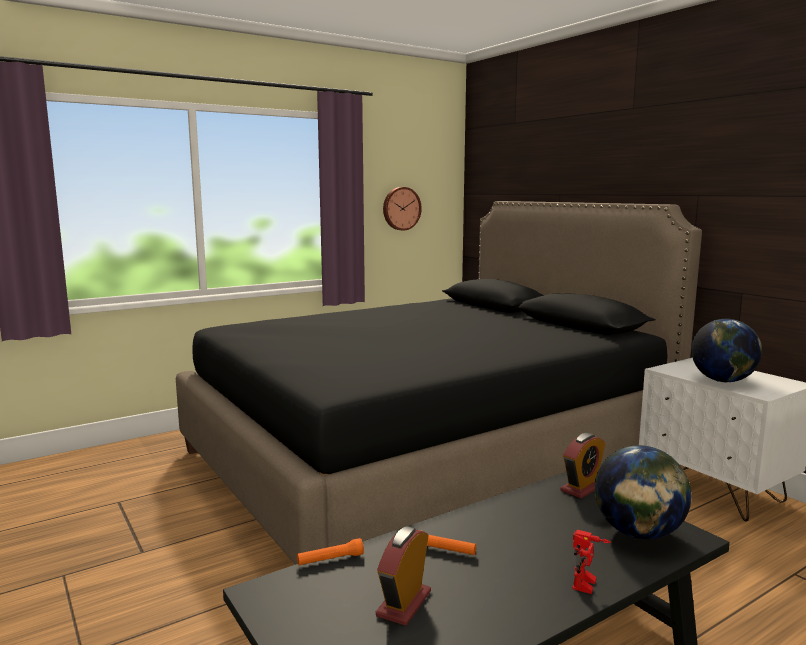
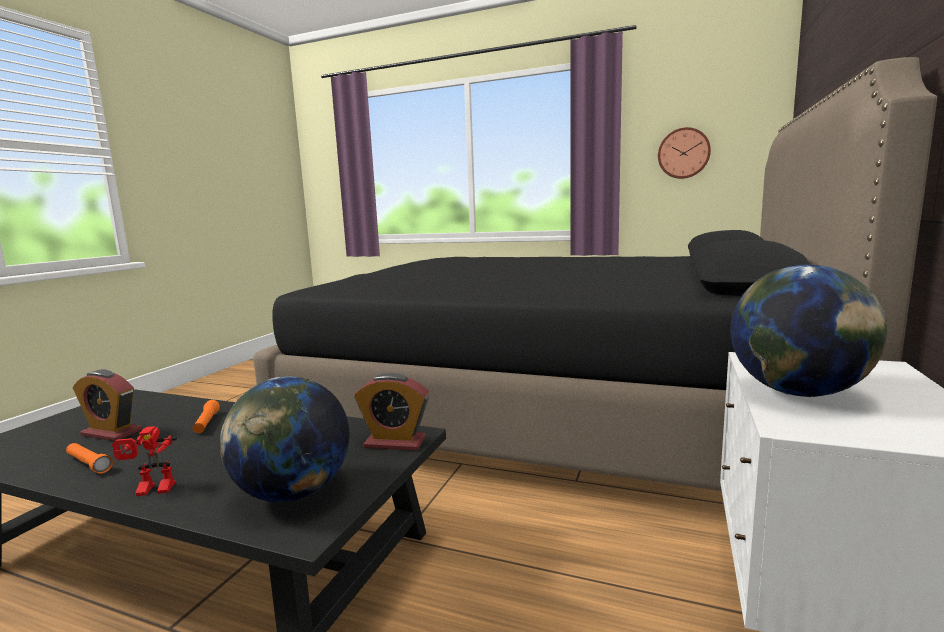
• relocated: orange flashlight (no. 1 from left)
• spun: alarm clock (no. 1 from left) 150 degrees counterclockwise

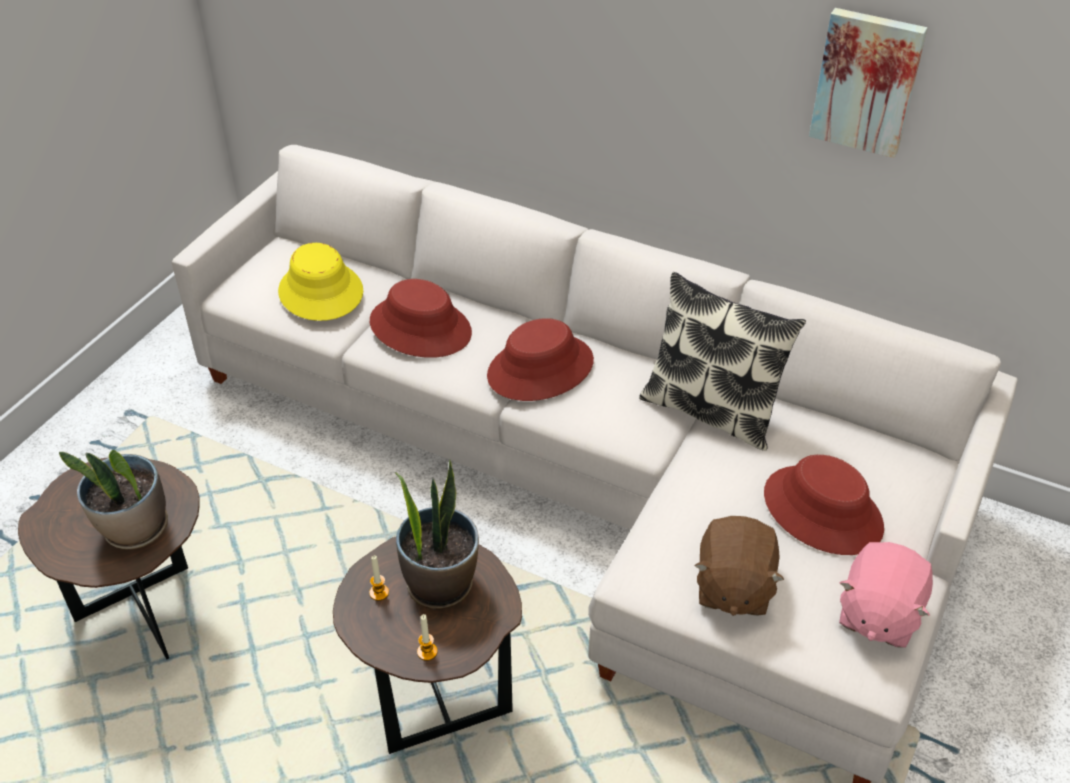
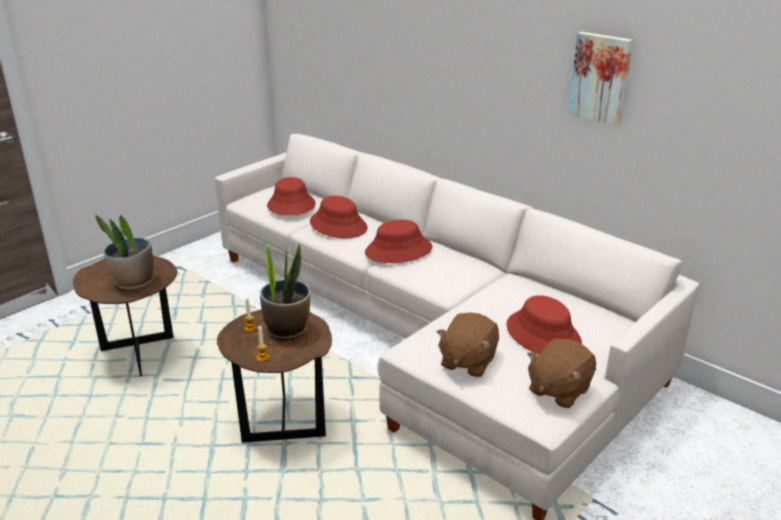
• colour: yellow hat to red hat (no. 1 from left)
• missing: pillow
• colour: pink plush toy to brown plush toy (no. 2 from left)

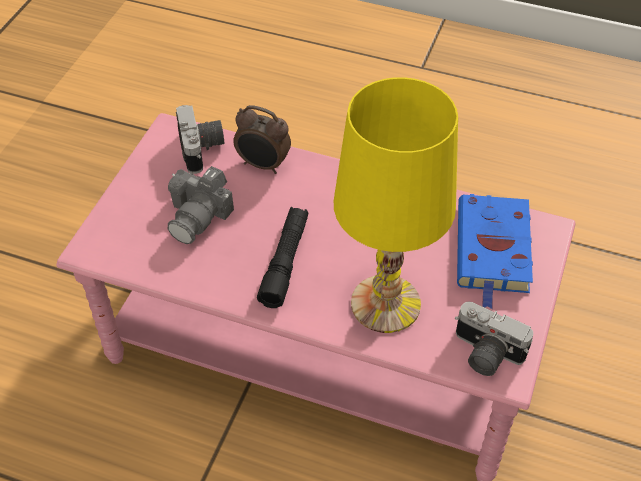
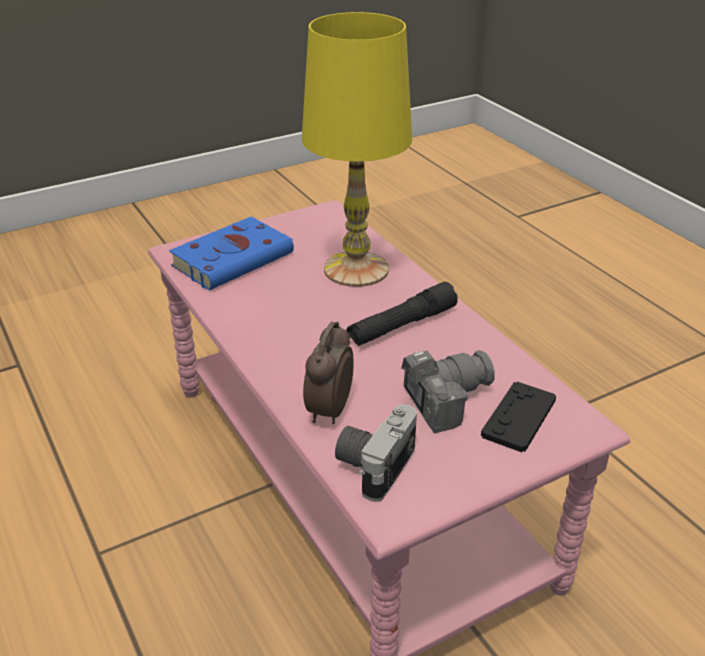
• spun: alarm clock 135 degrees counterclockwise
• missing: photo camera (no. 3 from left)
• appeared: black game controller

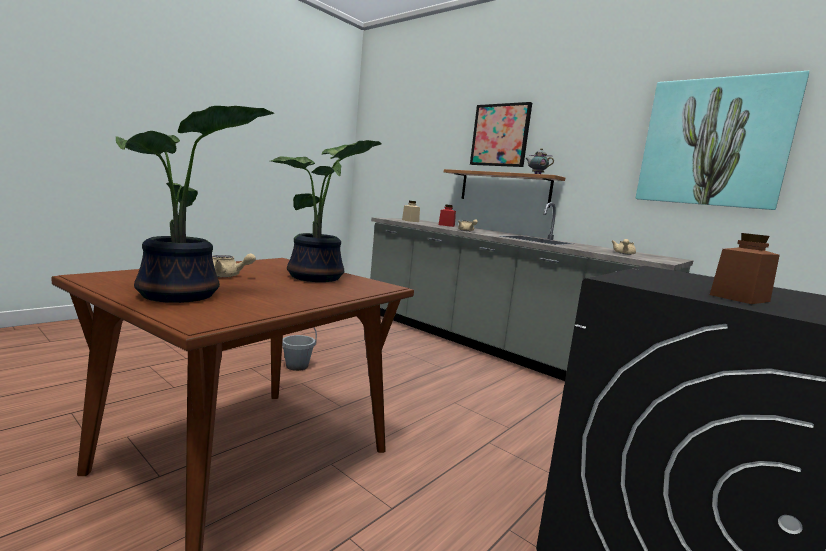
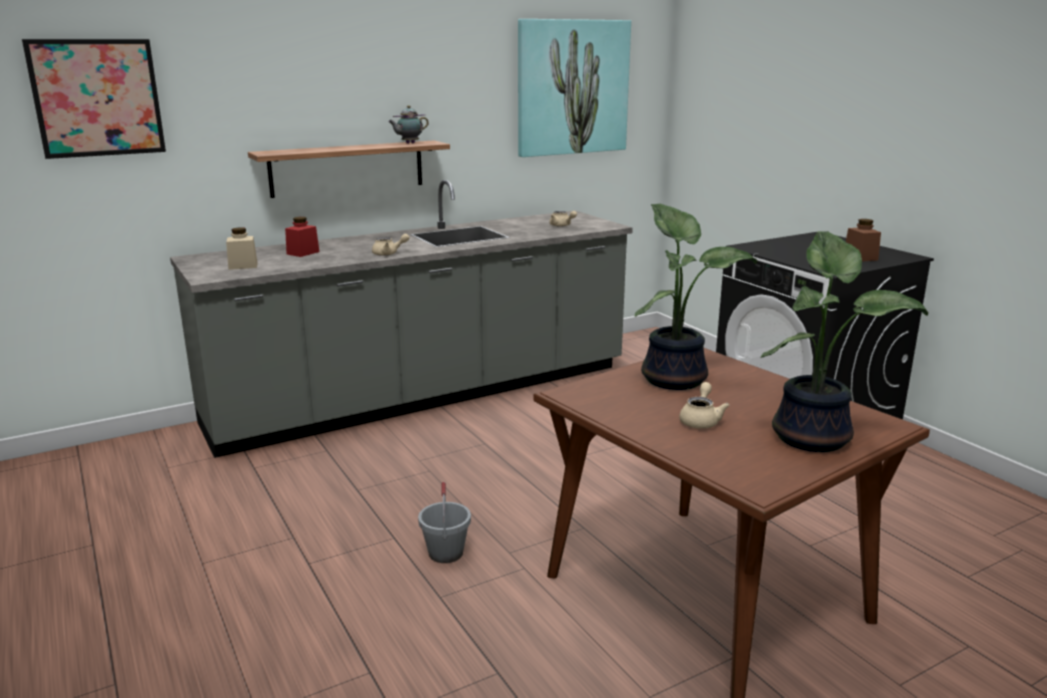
• relocated: picture (no. 1 from left)

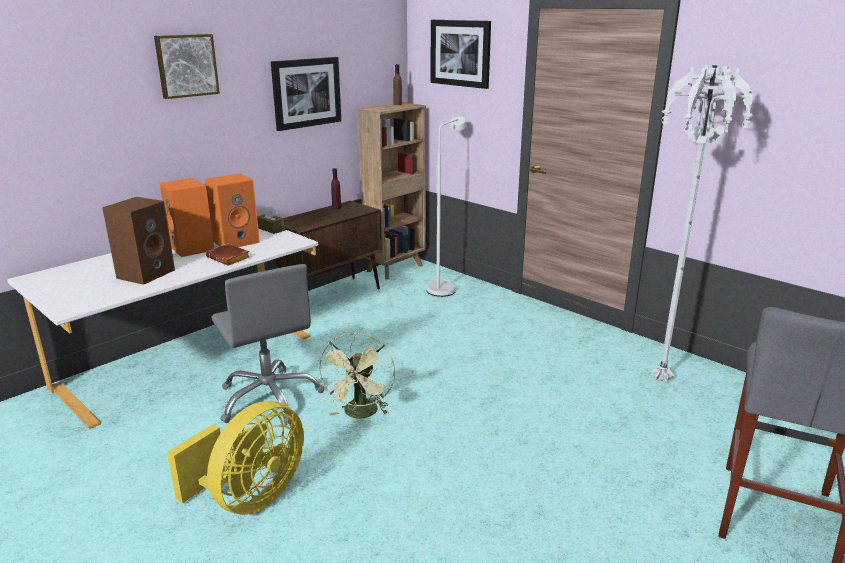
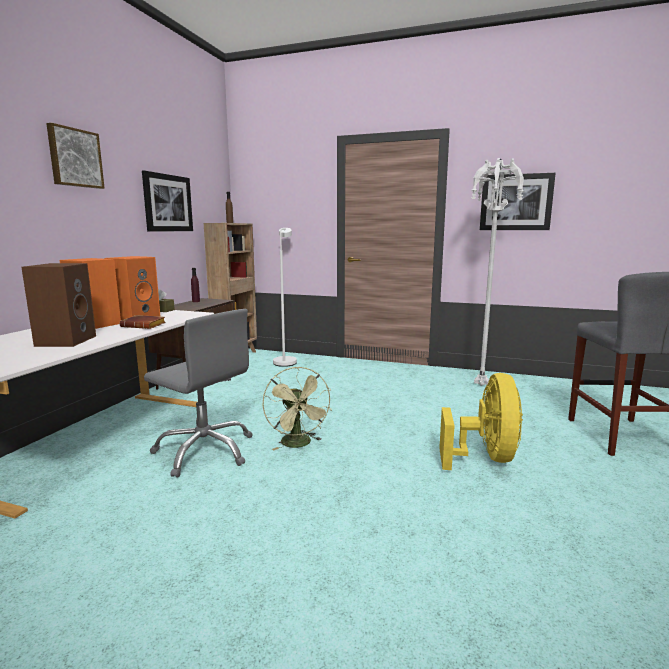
• relocated: yellow fan
• relocated: picture (no. 3 from left)

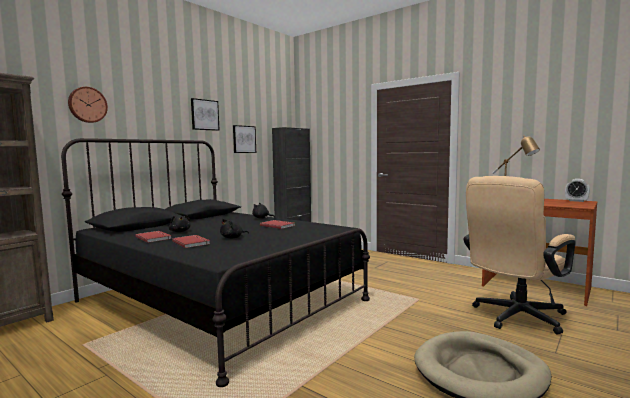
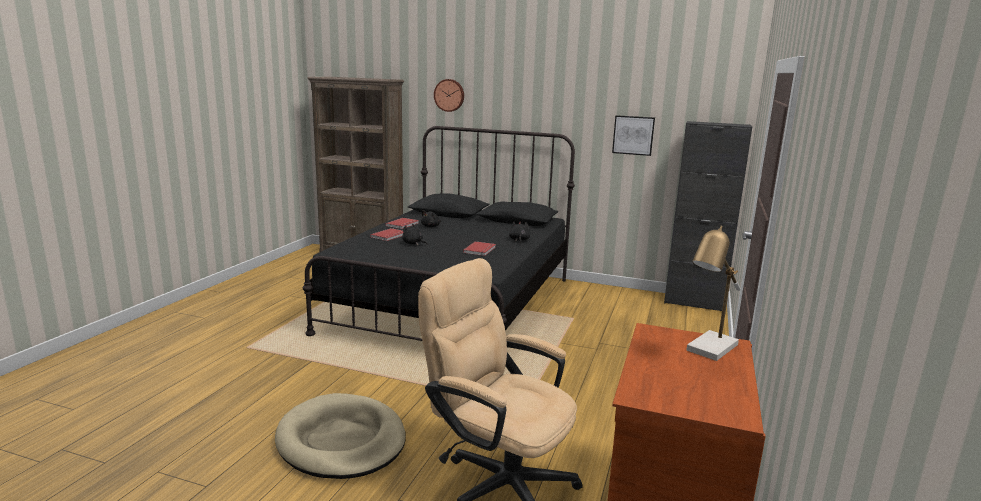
• missing: picture (no. 1 from left)
• missing: alarm clock

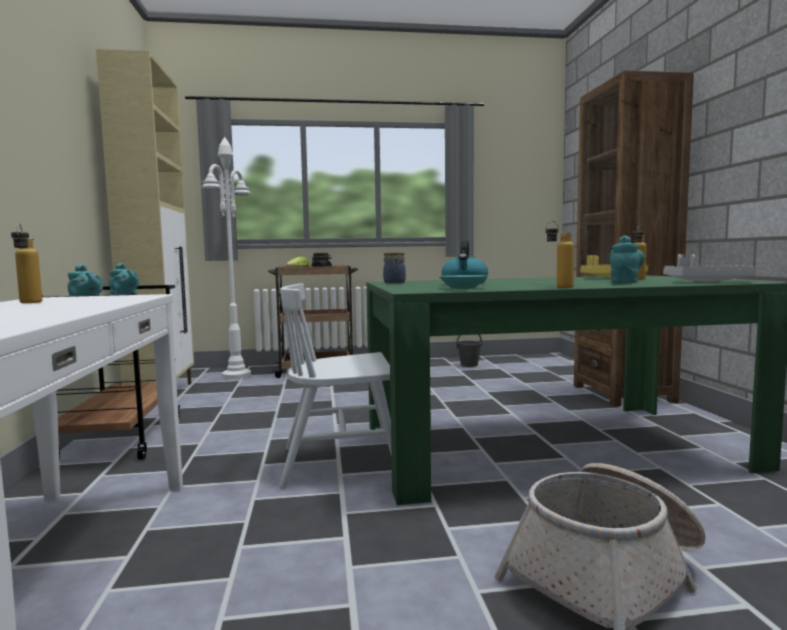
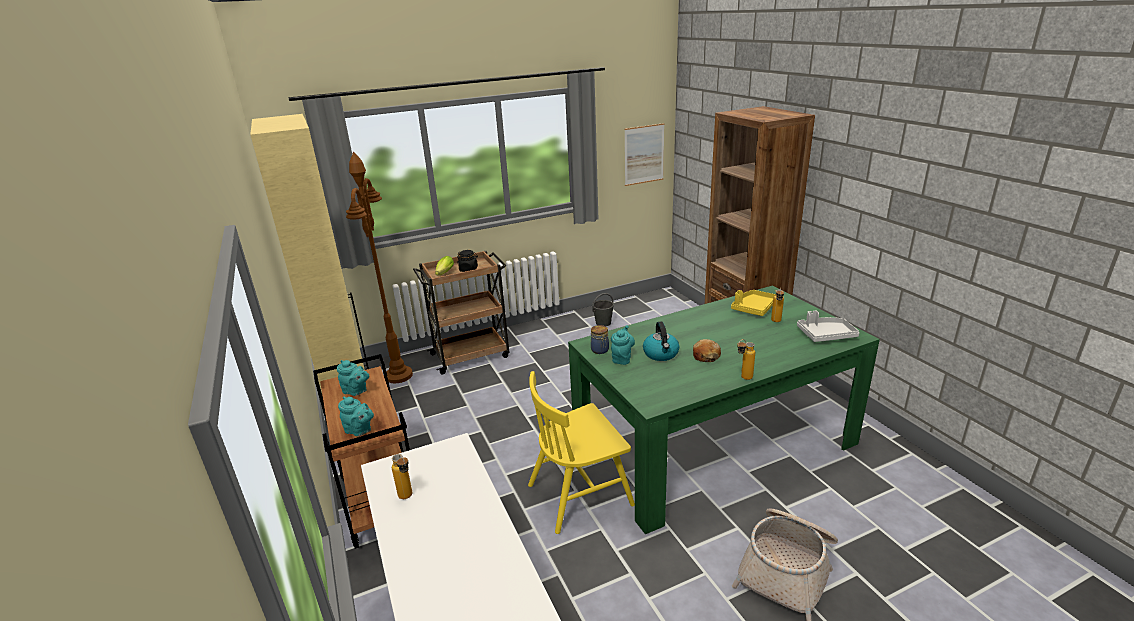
• colour: white floor lamp to brown floor lamp
• colour: white chair to yellow chair
• missing: turquoise bowl
• relocated: turquoise teapot (no. 3 from left)
• appeared: picture
• appeared: bread

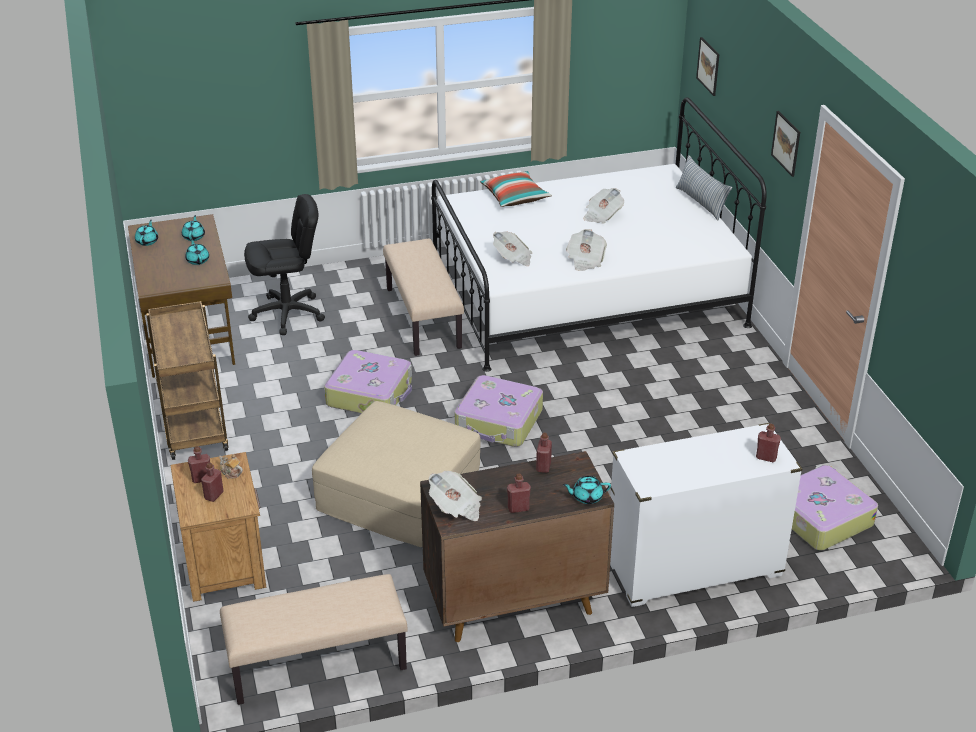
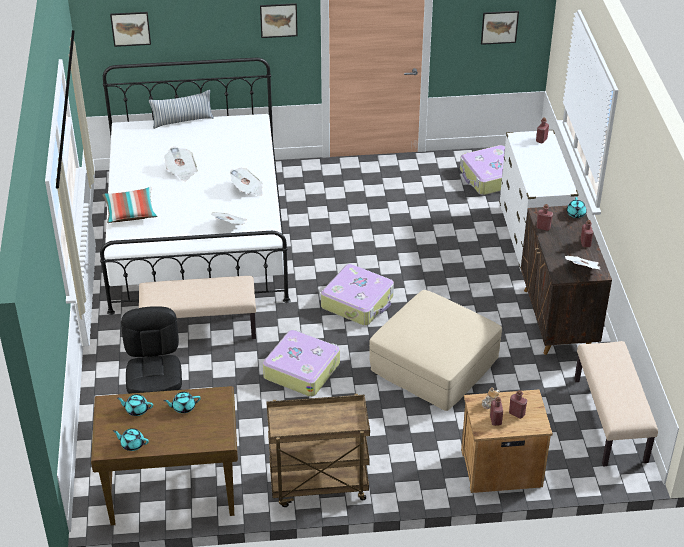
• appeared: picture (no. 3 from left)

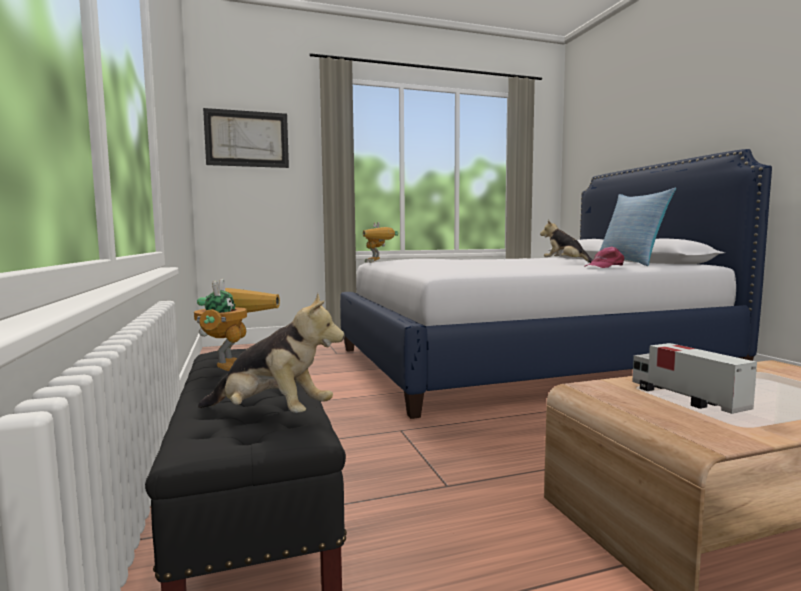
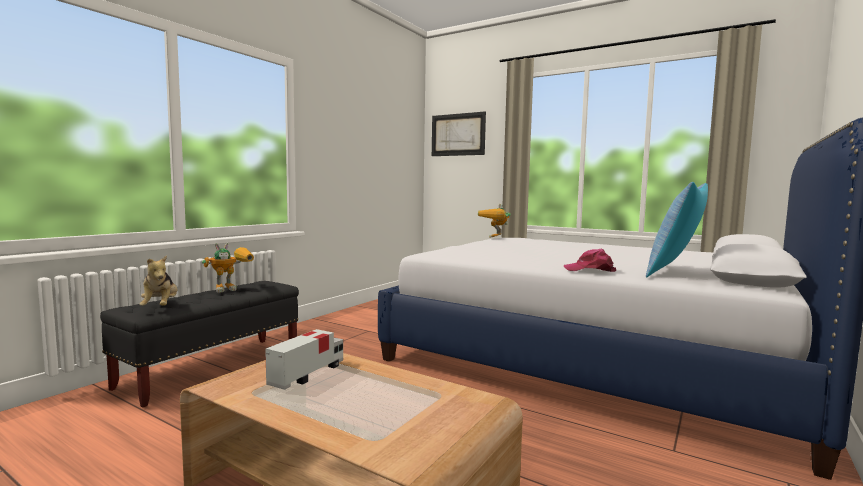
• missing: plush toy (no. 2 from left)

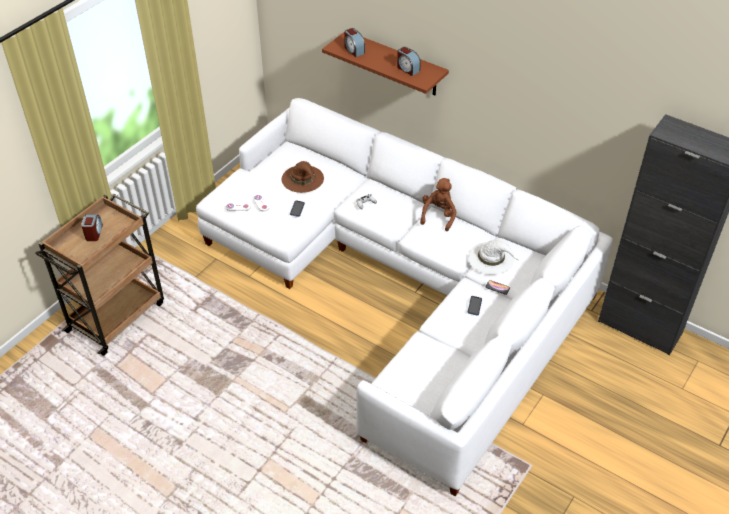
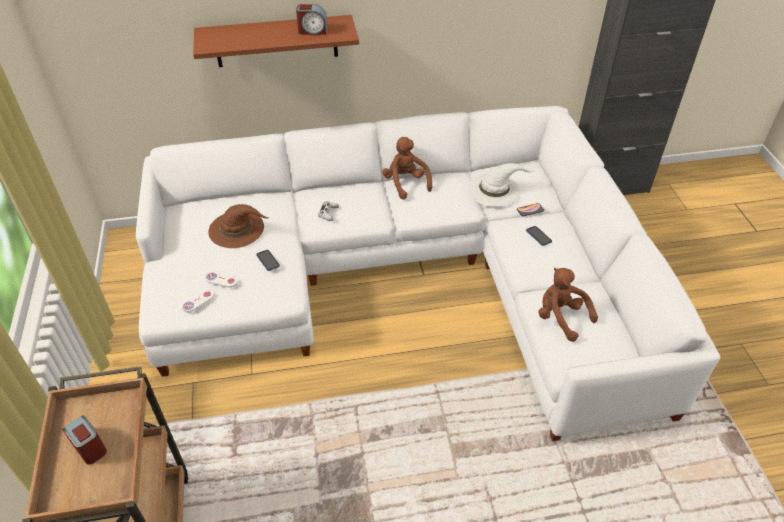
• missing: alarm clock (no. 2 from left)
• appeared: brown plush toy (no. 2 from left)

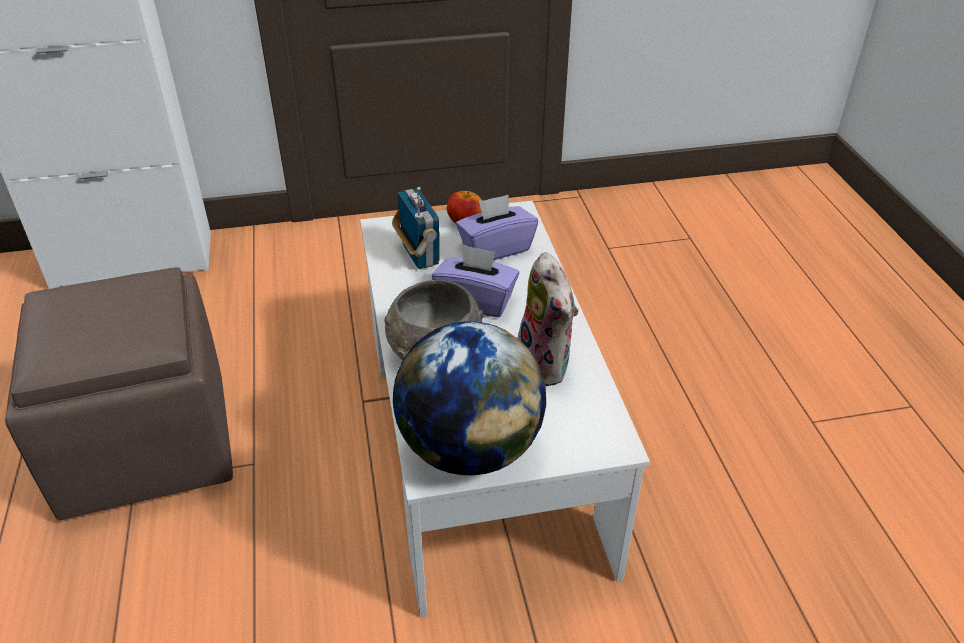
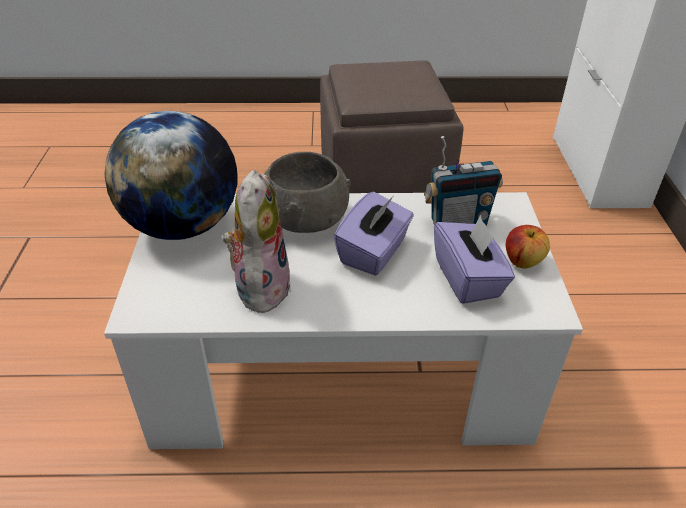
• spun: plush toy 105 degrees clockwise

